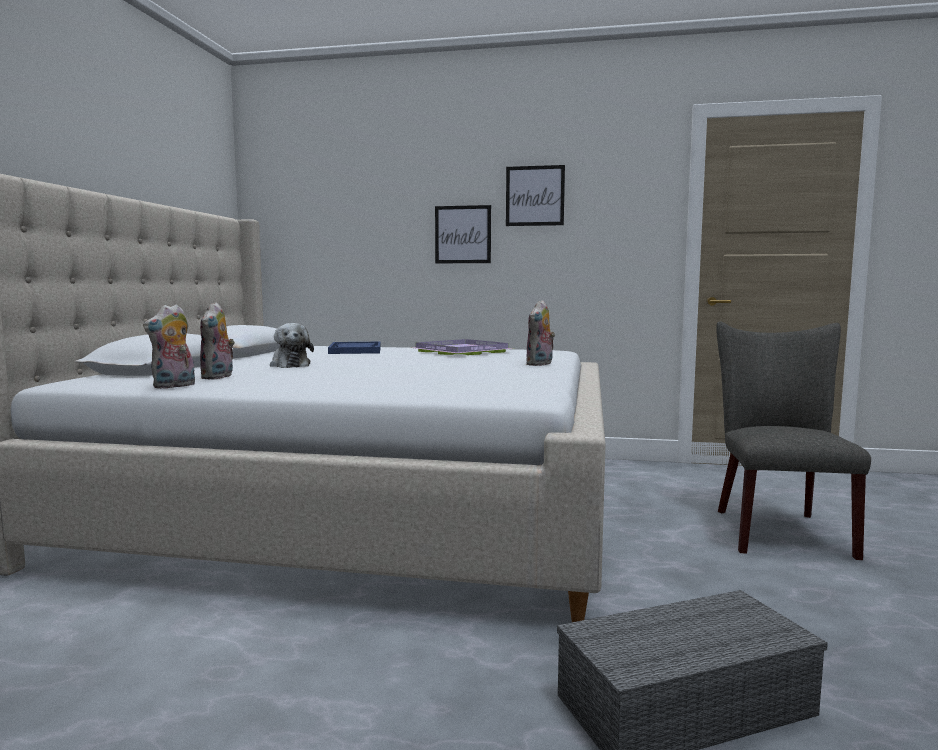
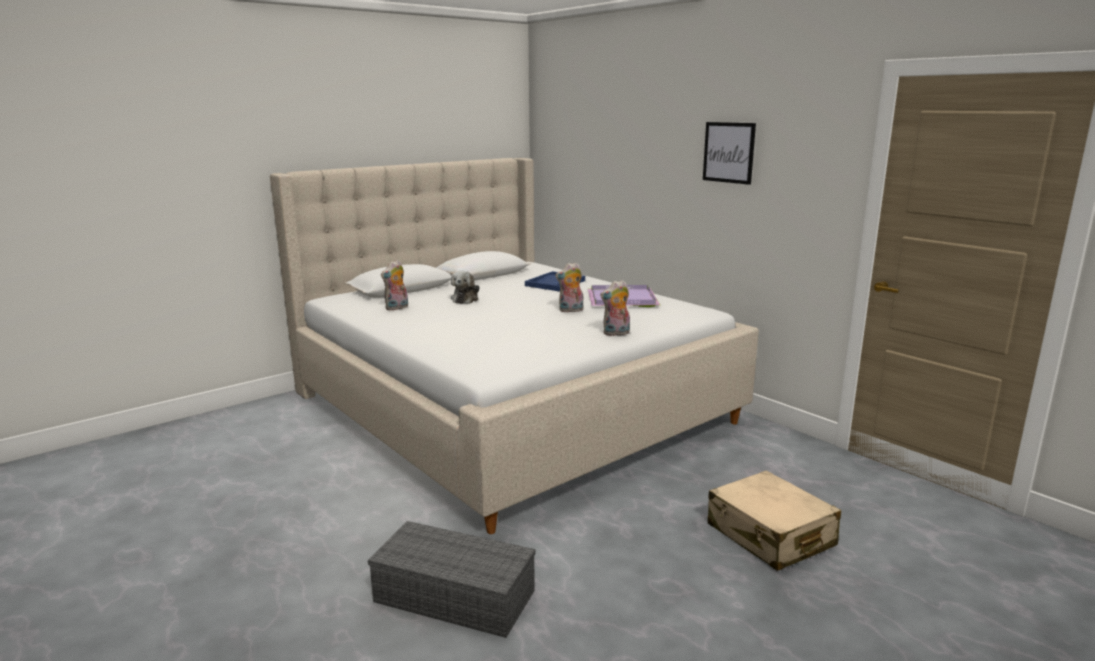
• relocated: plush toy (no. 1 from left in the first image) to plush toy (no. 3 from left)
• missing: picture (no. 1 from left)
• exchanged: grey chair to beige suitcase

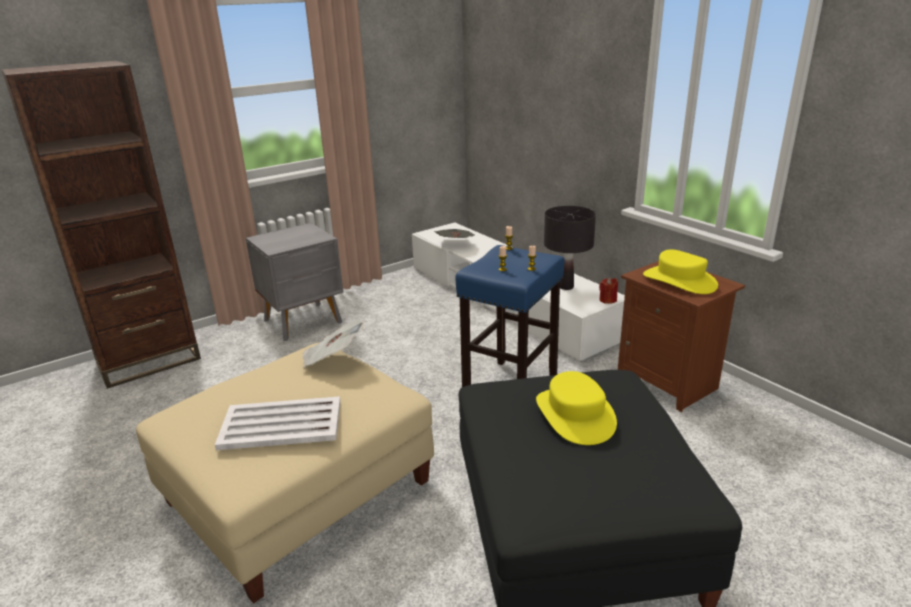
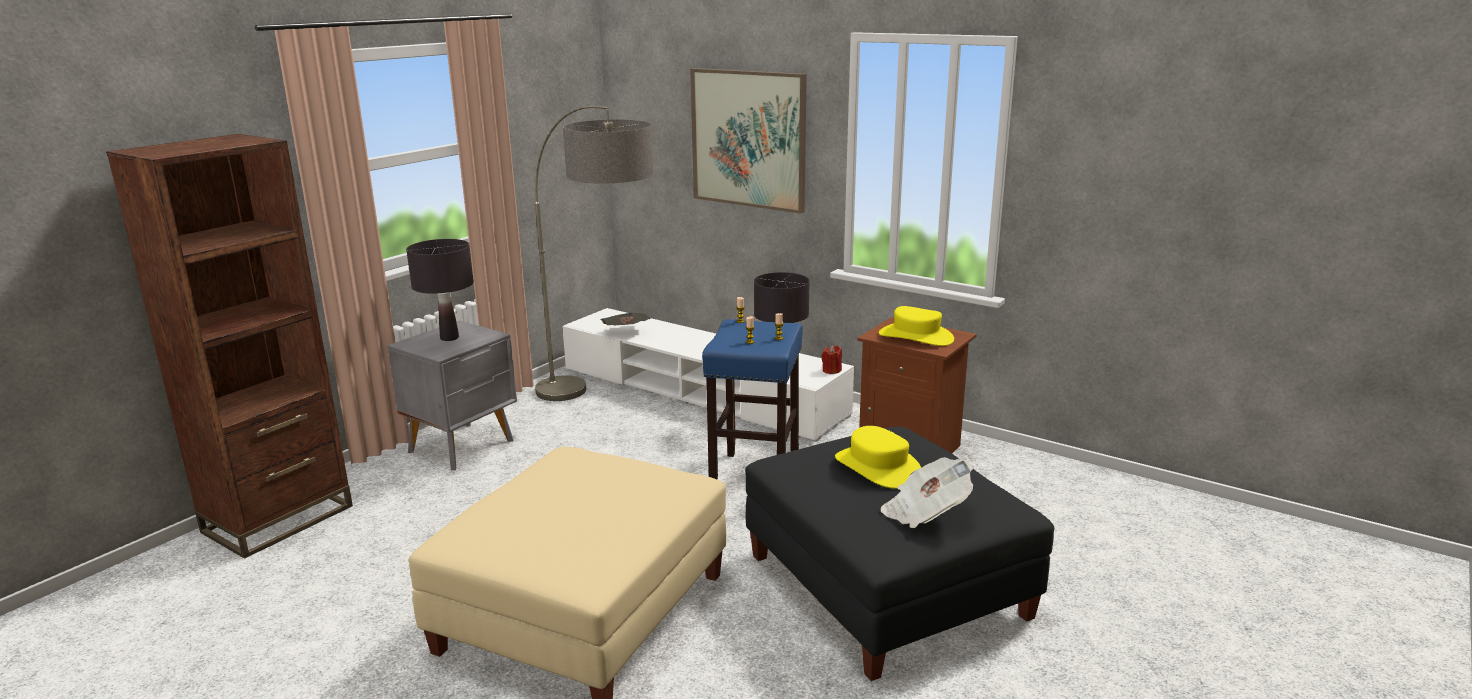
• missing: white tray
• relocated: newspaper (no. 1 from left in the first image) to newspaper (no. 2 from left)
• appeared: black table lamp (no. 1 from left)
• appeared: floor lamp
• appeared: picture

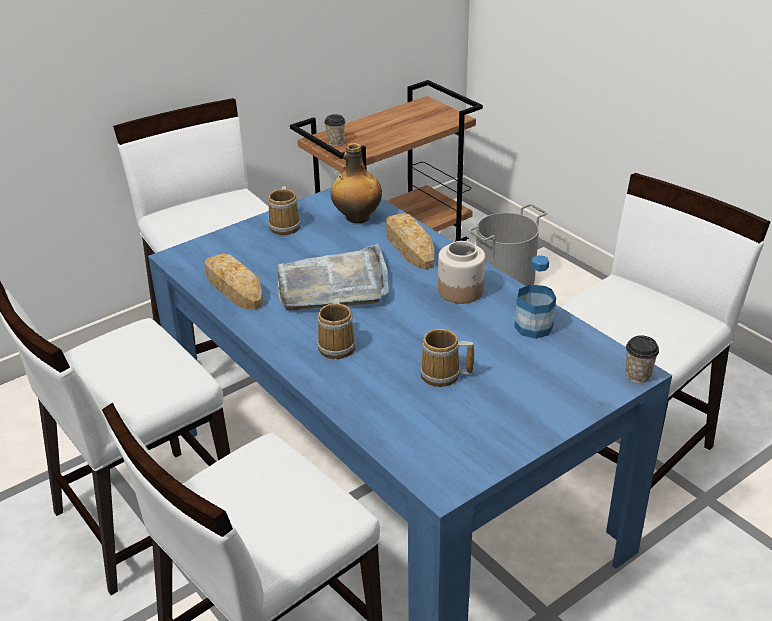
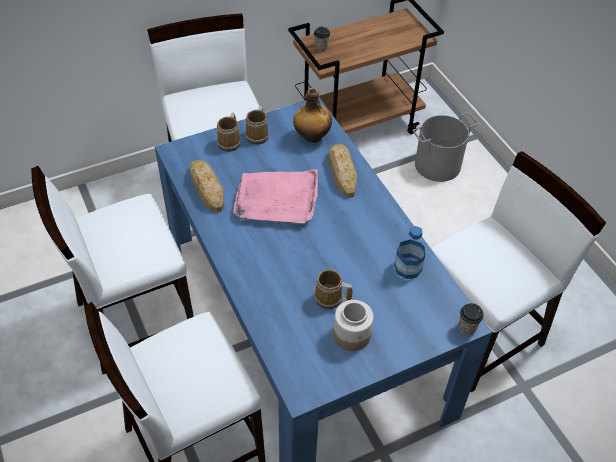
• colour: grey tray to pink tray
• relocated: mug (no. 2 from left in the first image) to mug (no. 1 from left)
• relocated: jar

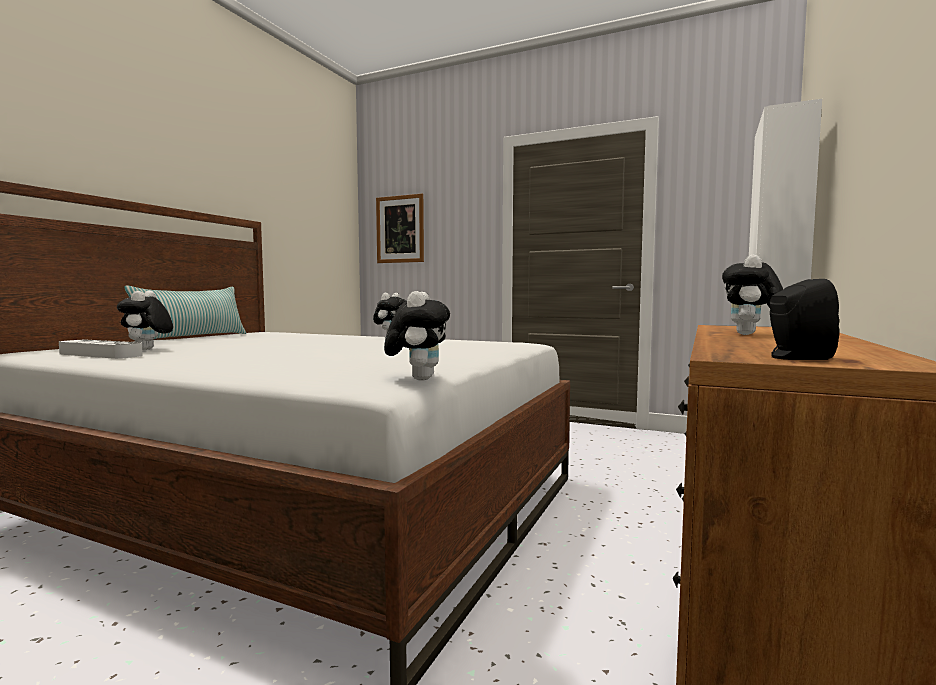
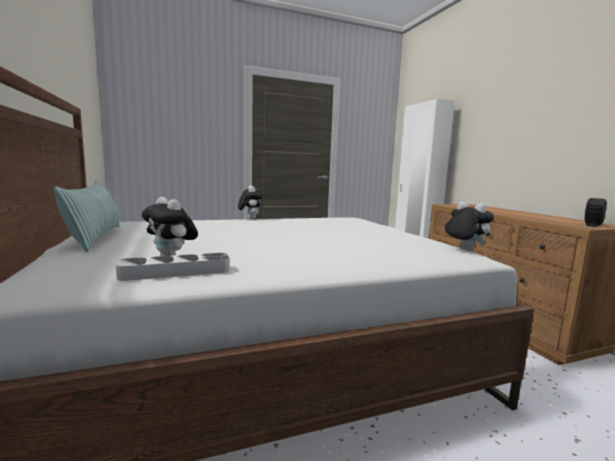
• missing: picture
• missing: plush toy (no. 4 from left)

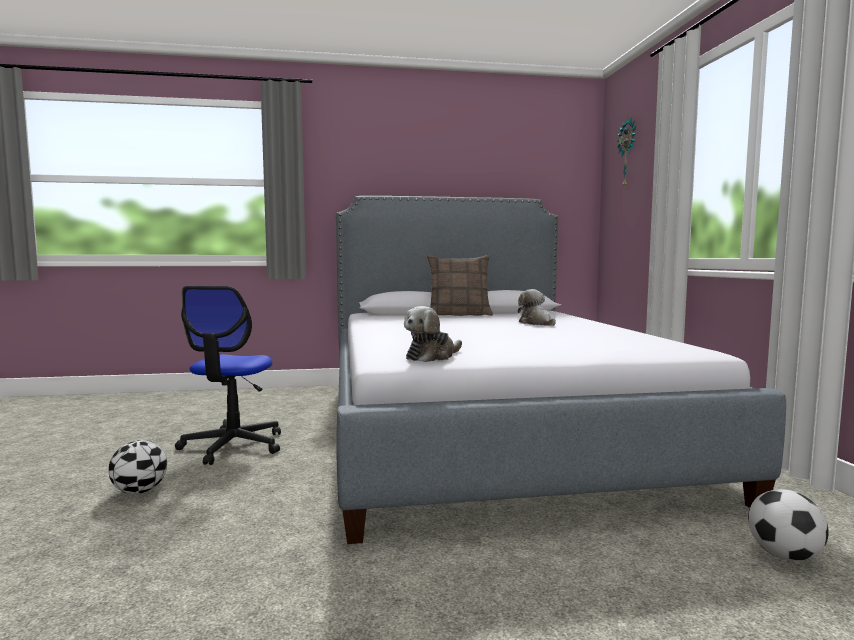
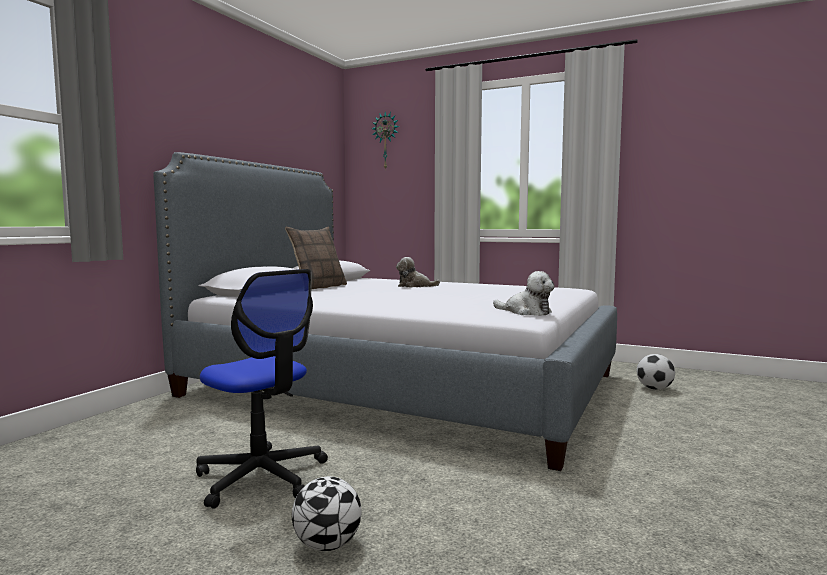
• spun: plush toy (no. 1 from left in the first image) 45 degrees counterclockwise

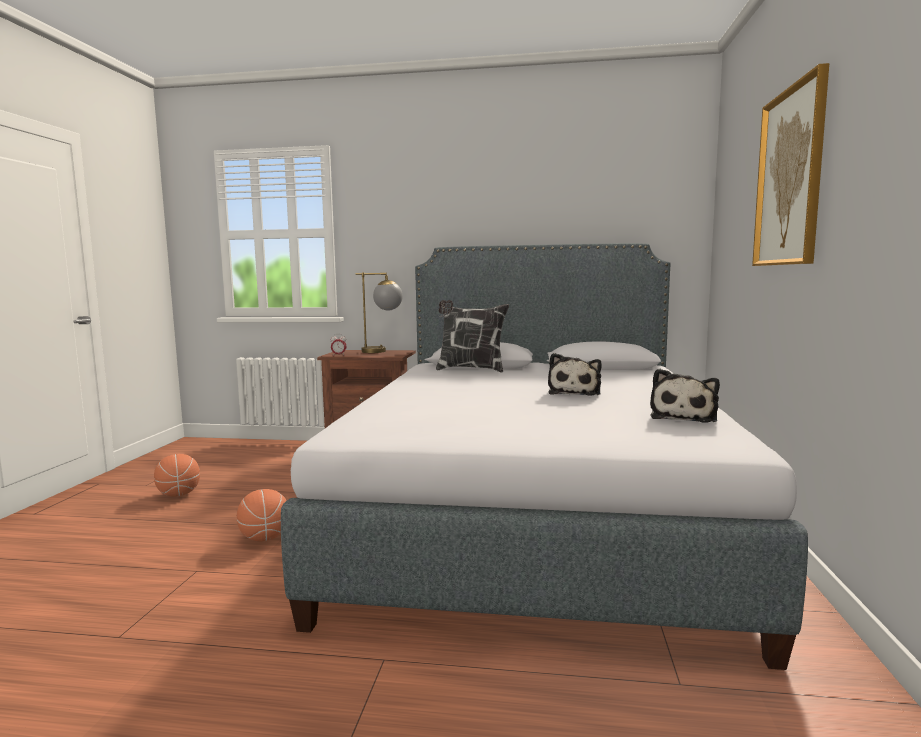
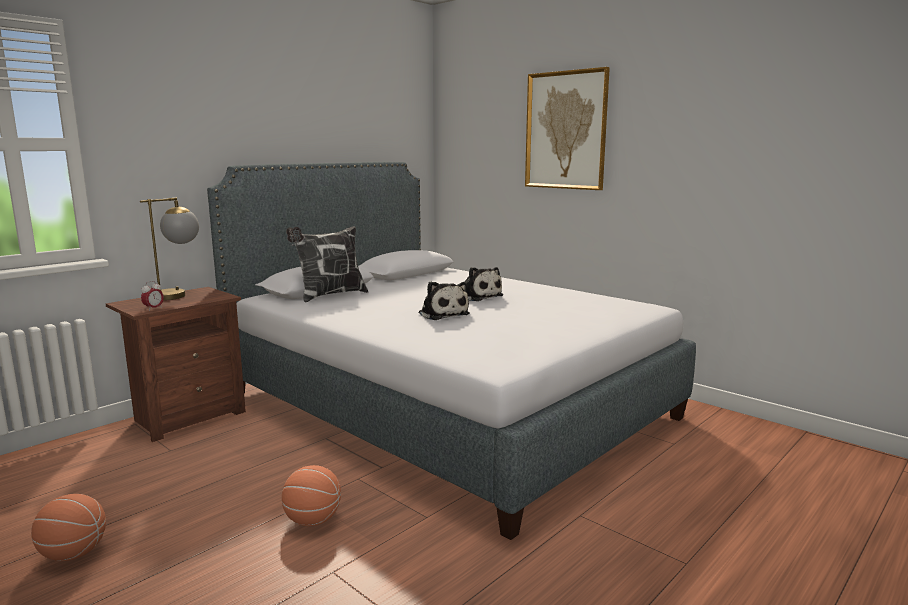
• relocated: plush toy (no. 2 from left in the first image) to plush toy (no. 1 from left)

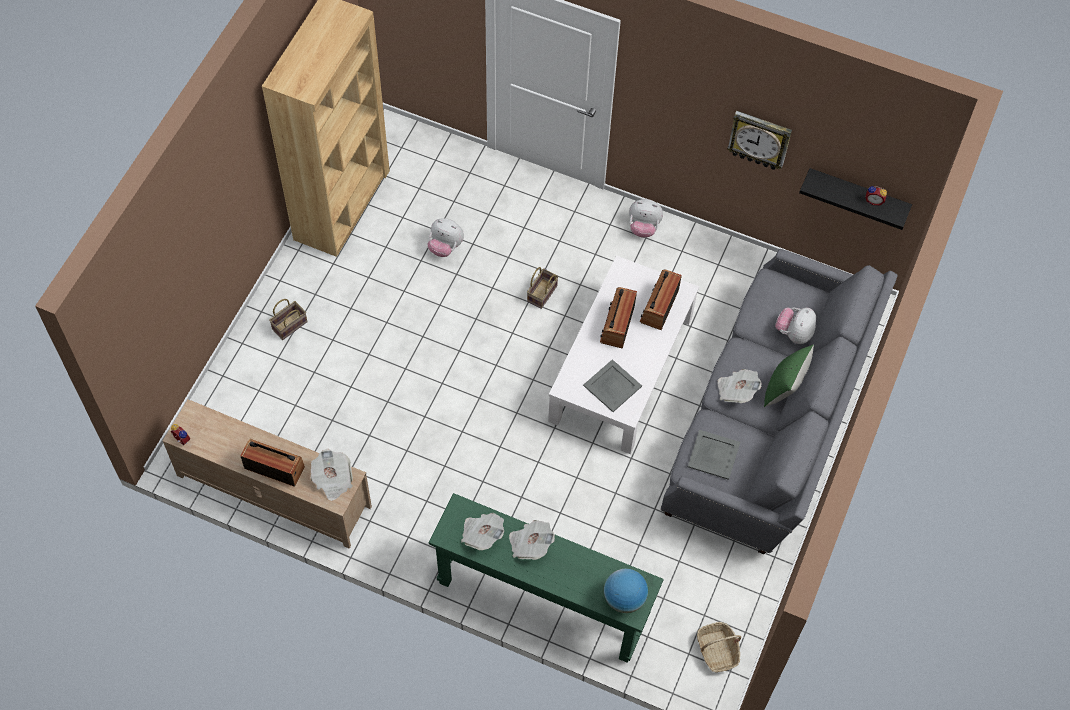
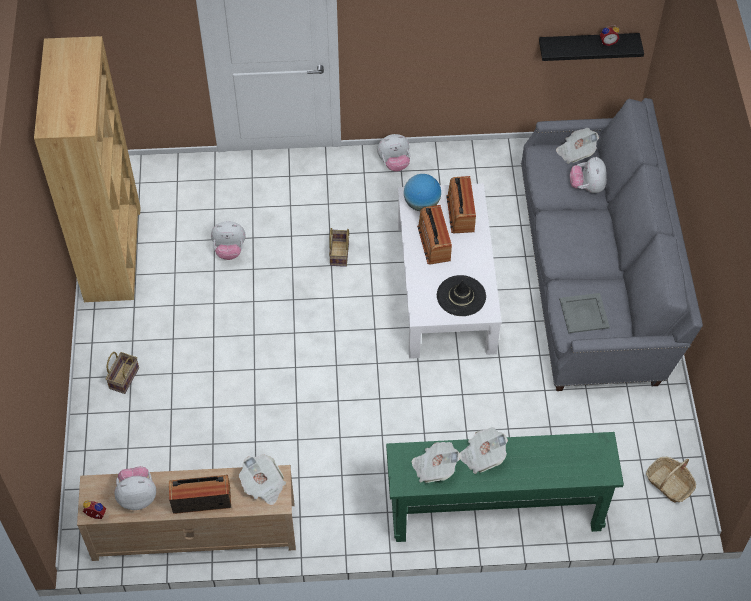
• exchanged: grey tray (no. 1 from left) to black hat
• relocated: globe
• relocated: newspaper (no. 4 from left)
• missing: wall clock
• missing: green pillow
• appeared: plush toy (no. 1 from left)

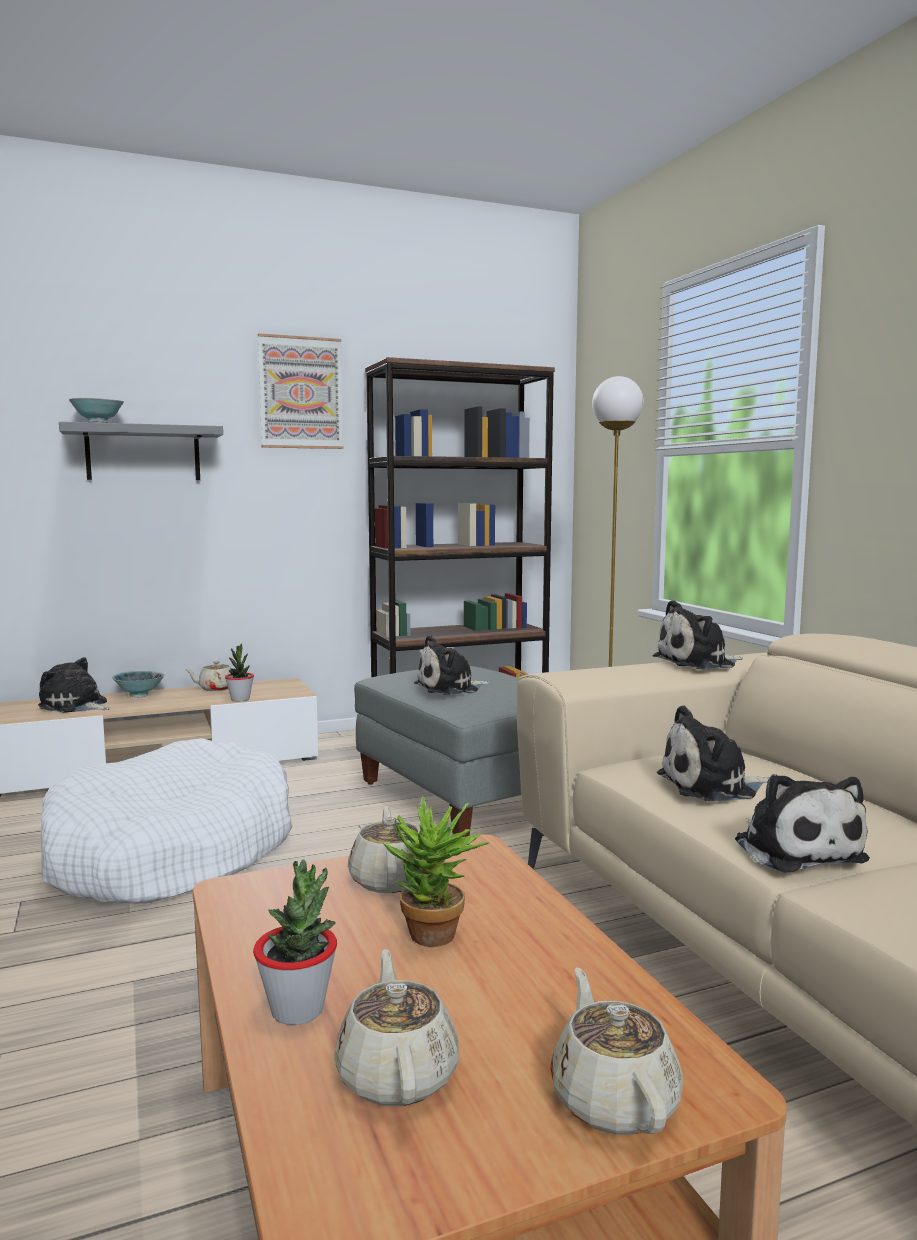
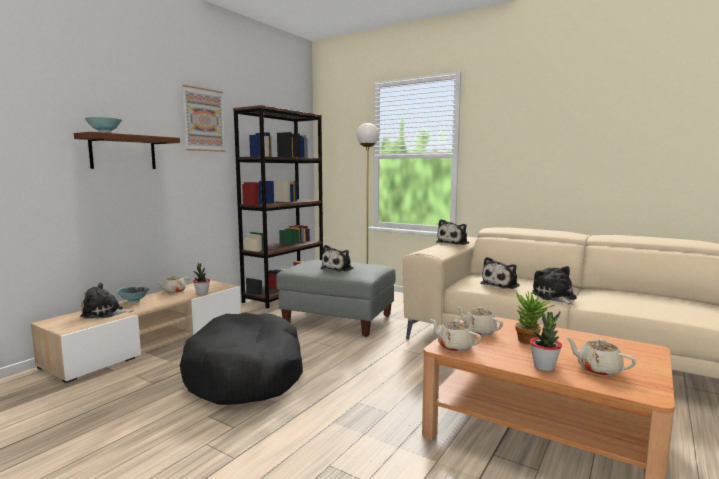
• colour: white dog bed to black dog bed
• colour: grey shelf to brown shelf
• relocated: beige teapot (no. 4 from left in the first image) to beige teapot (no. 2 from left)
• spun: plush toy (no. 5 from left) 135 degrees counterclockwise

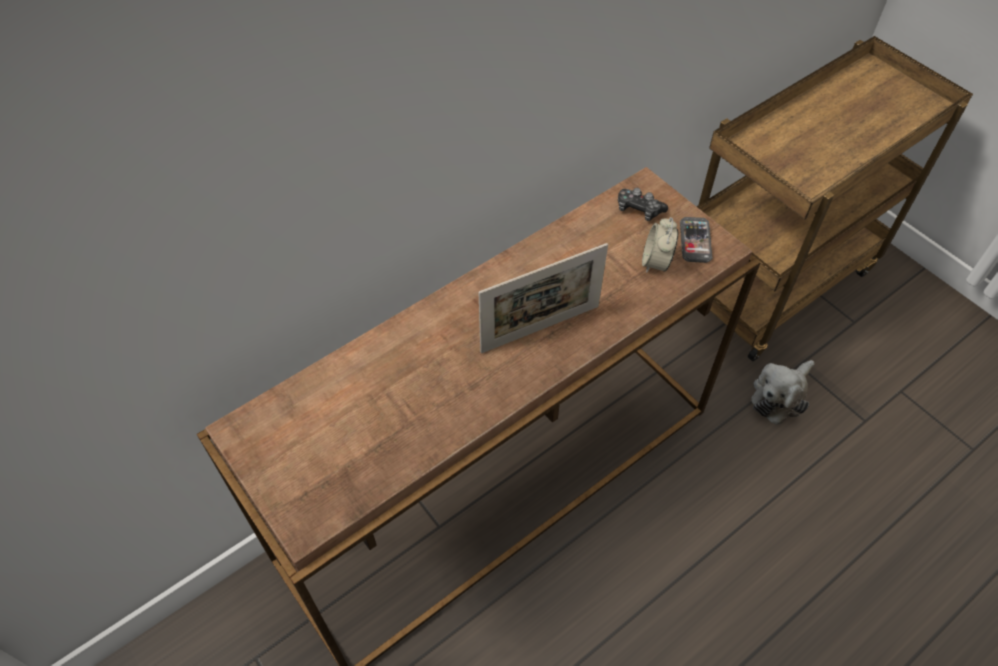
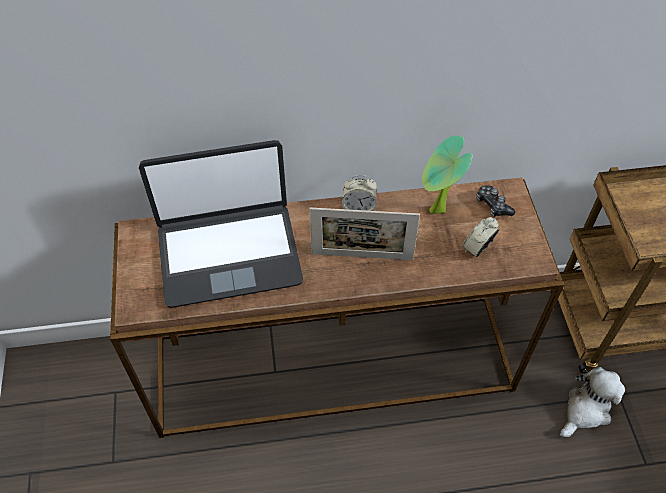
• missing: phone
• spun: plush toy 150 degrees clockwise
• appeared: laptop
• appeared: alarm clock (no. 1 from left)
• appeared: potted plant

